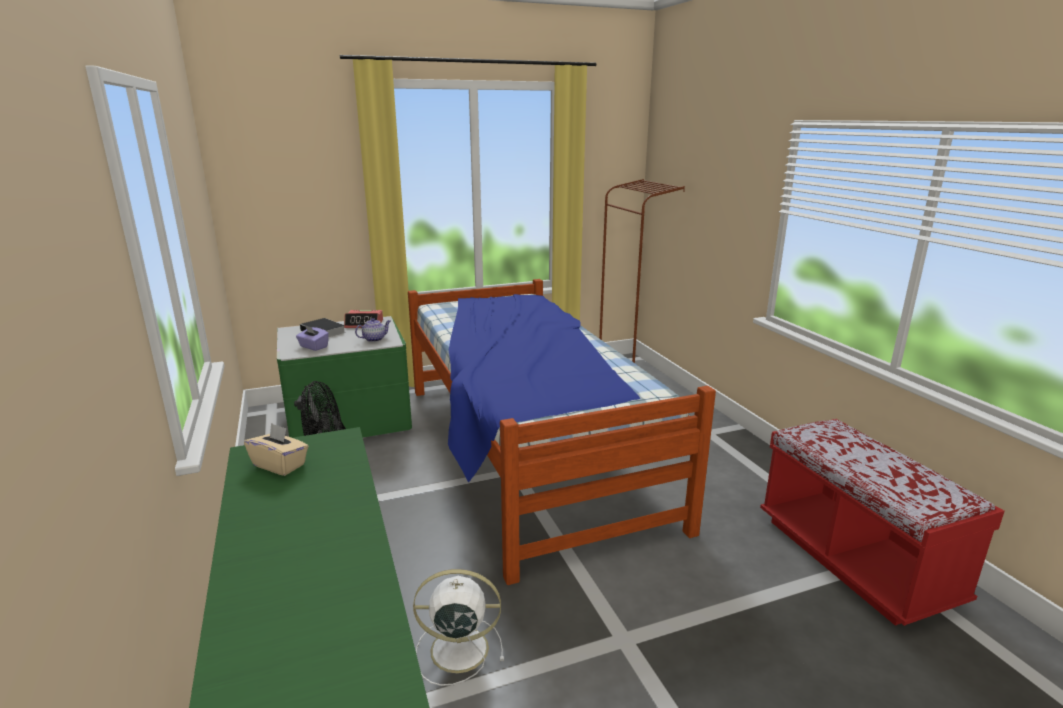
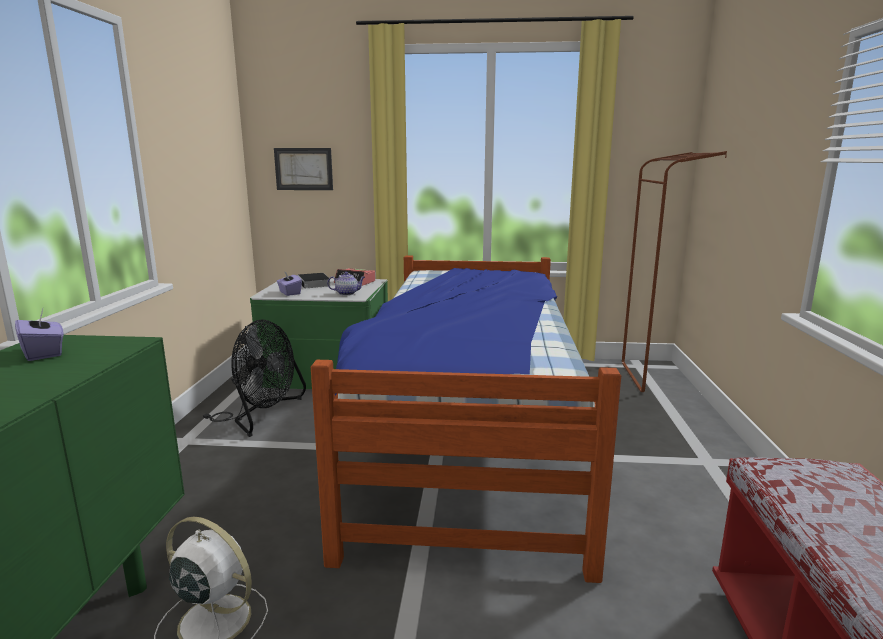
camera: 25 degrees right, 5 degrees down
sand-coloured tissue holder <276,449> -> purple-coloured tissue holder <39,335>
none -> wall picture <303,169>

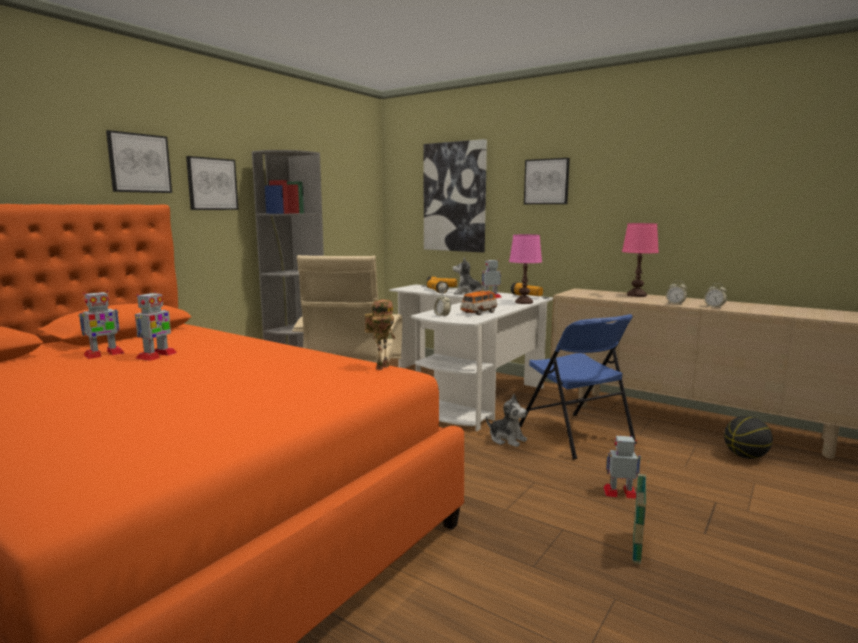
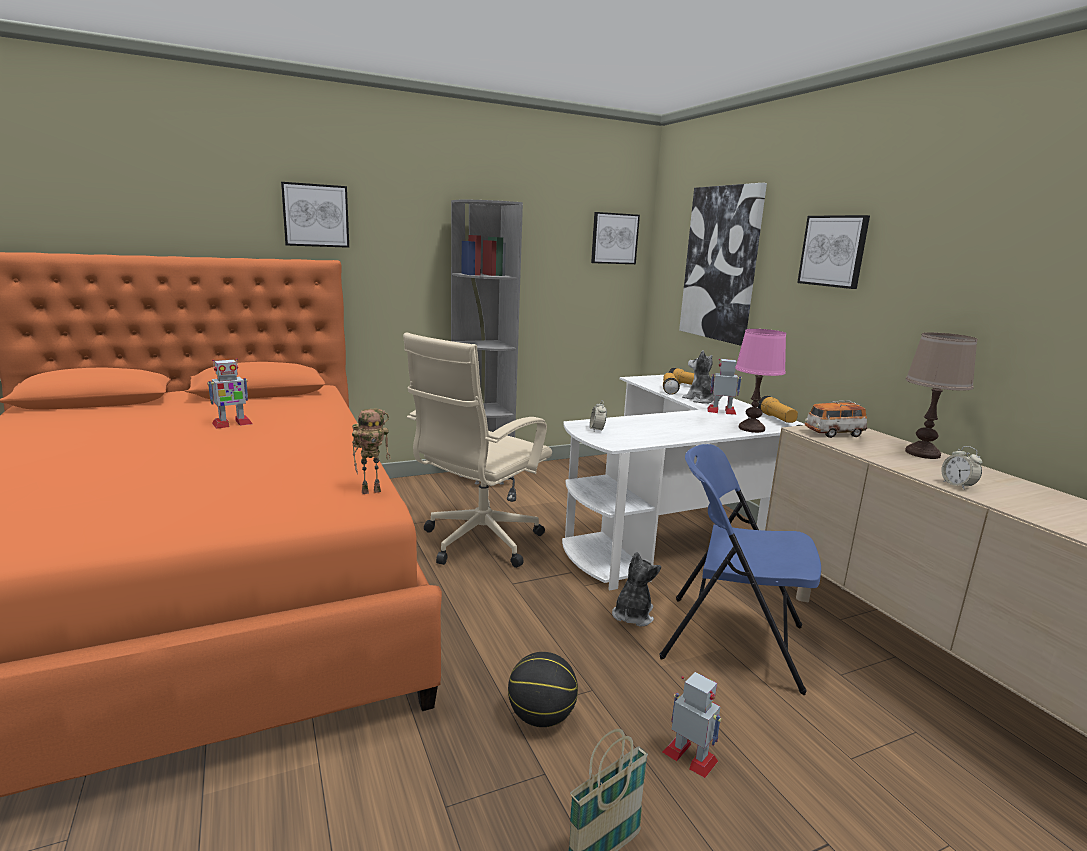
camera: 30 degrees right, 5 degrees up
toy robot <101,324> -> none
wall picture <212,183> -> wall picture <615,238>, relocated
model car <478,302> -> model car <836,419>, relocated
cuddly toy <506,420> -> cuddly toy <636,589>, 135 degrees counterclockwise
blue-coloured upright chair <578,387> -> blue-coloured upright chair <740,569>, 105 degrees clockwise
pinkish table lamp <640,260> -> brown-coloured table lamp <941,395>
table clock <716,295> -> none
ball for basketball <748,437> -> ball for basketball <543,689>, relocated

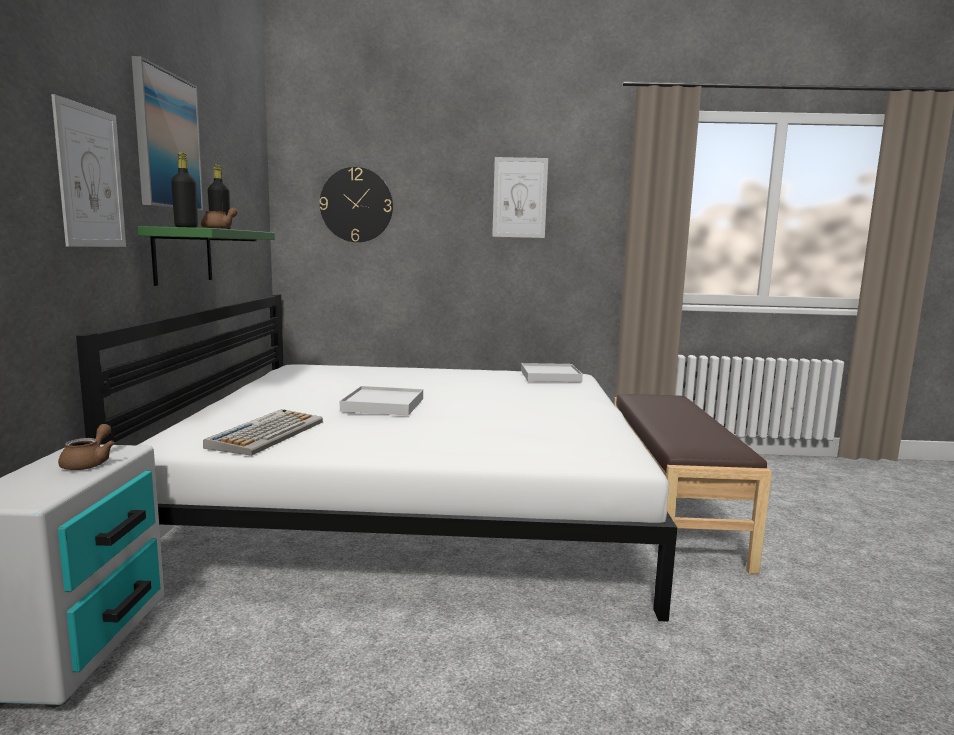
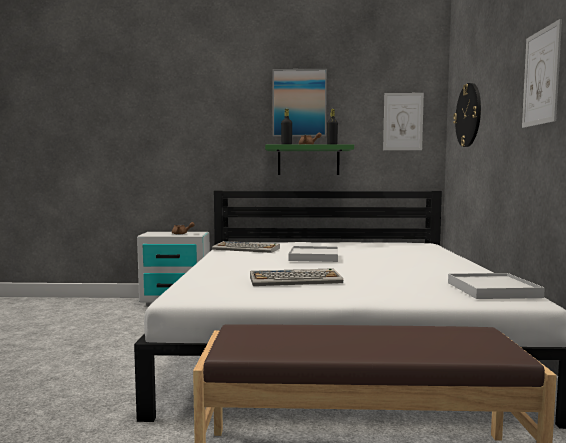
camera: 90 degrees right, 5 degrees down
wall picture <88,170> -> wall picture <403,121>, relocated
none -> computer keyboard <296,277>

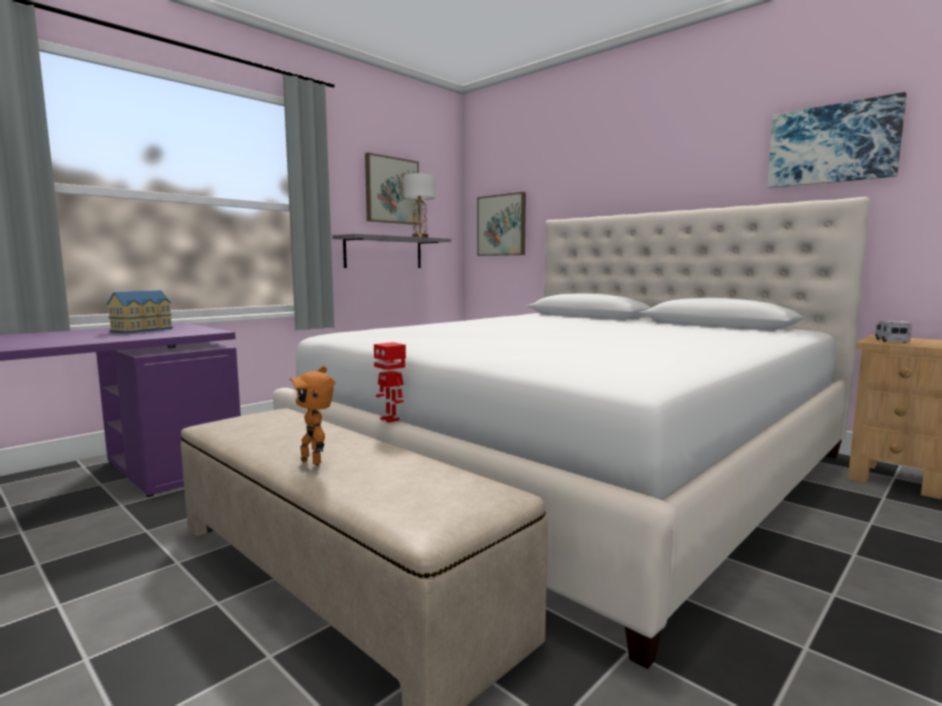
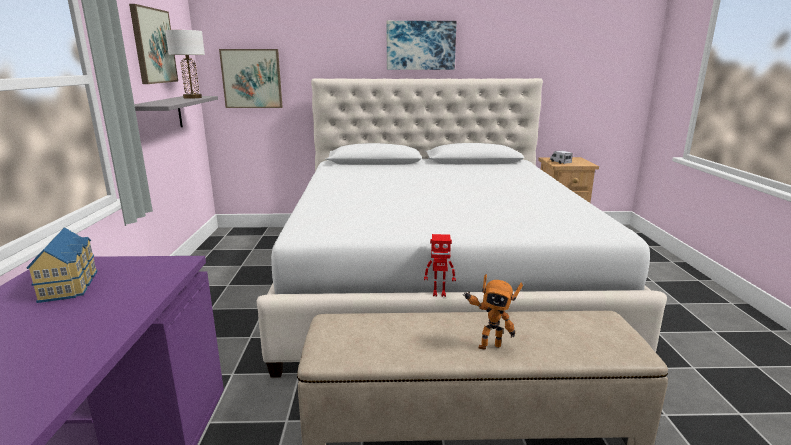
camera: 45 degrees left, 10 degrees up
wall picture <837,140> -> wall picture <422,45>, relocated

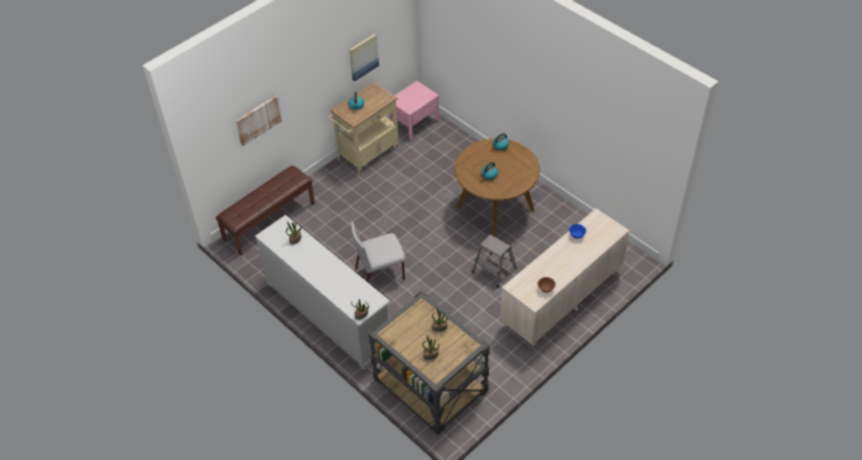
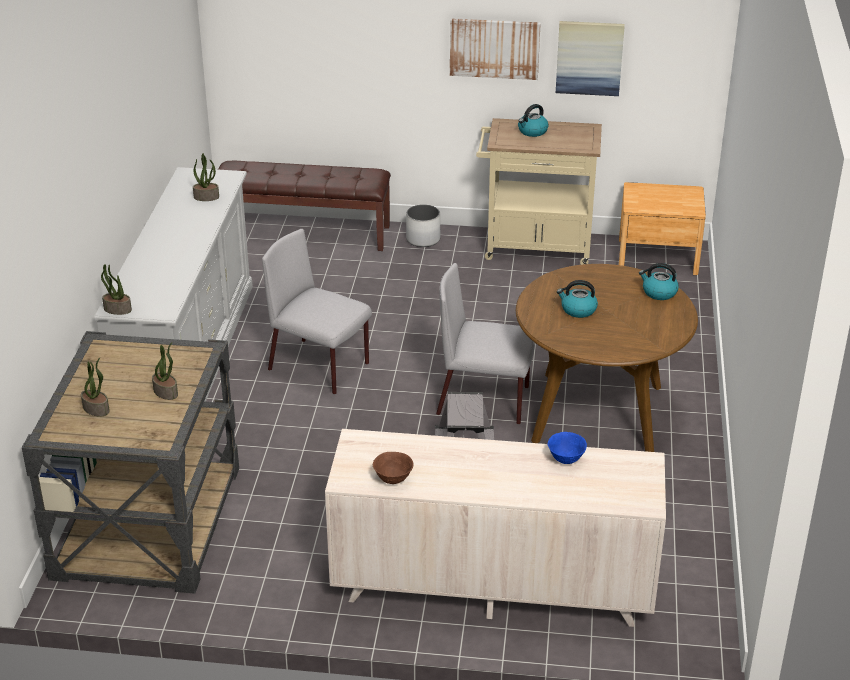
camera: 50 degrees right, 15 degrees down
wall picture <259,120> -> wall picture <495,49>, relocated
pinkish nightstand <414,110> -> brown-coloured nightstand <662,228>
none -> white flower pot <423,225>
none -> gray upright chair <485,344>

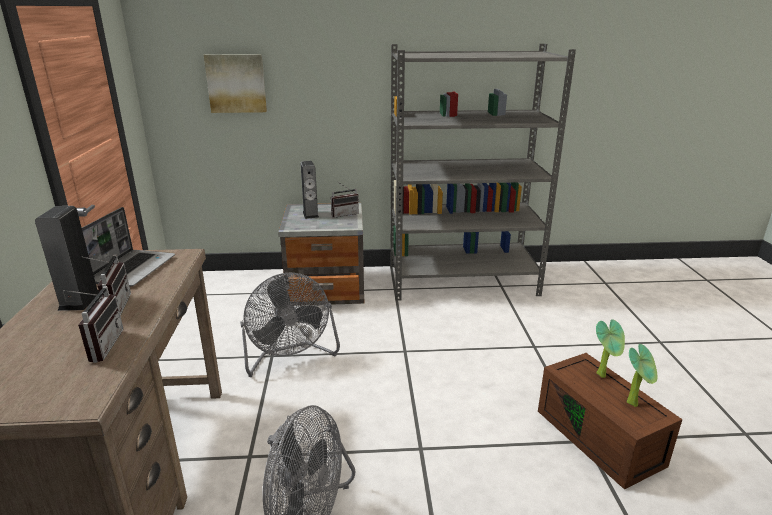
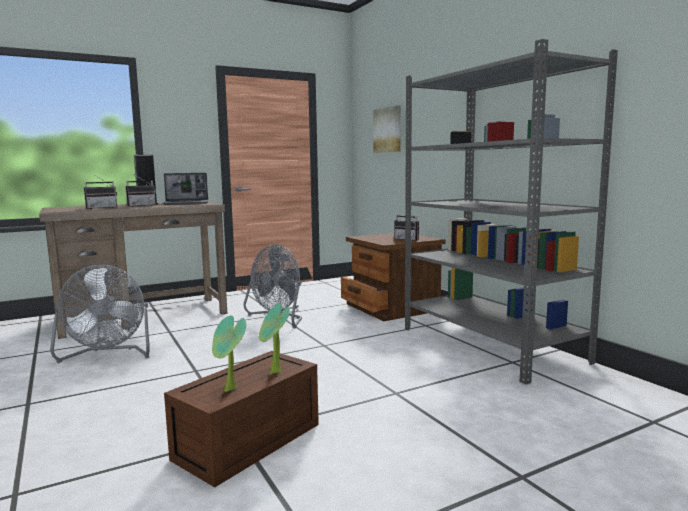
camera: 65 degrees right, 15 degrees down
gray nightstand <321,254> -> brown-coloured nightstand <393,277>
loudspeaker <309,190> -> none

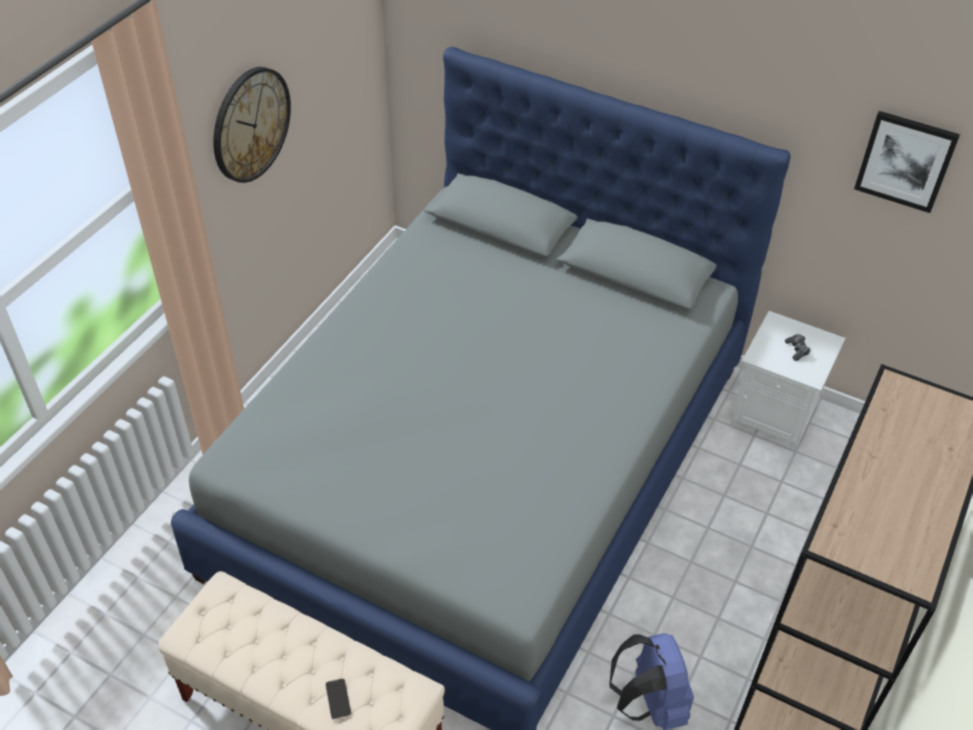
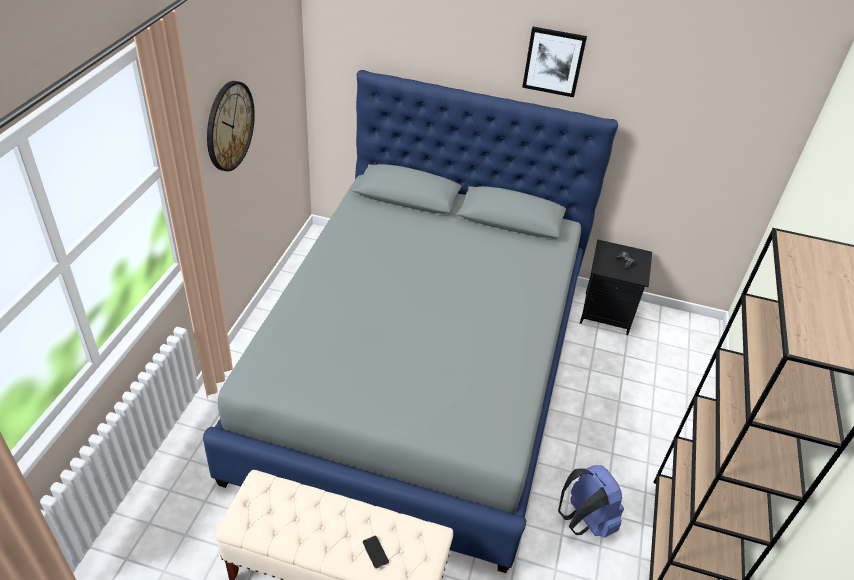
camera: 15 degrees left, 5 degrees down
white nightstand <787,381> -> black nightstand <616,287>
wall picture <907,162> -> wall picture <554,62>, relocated

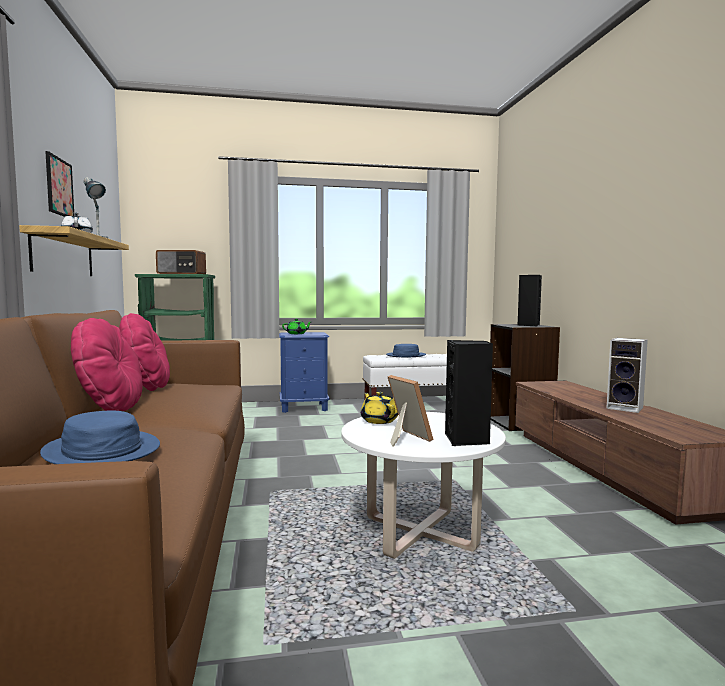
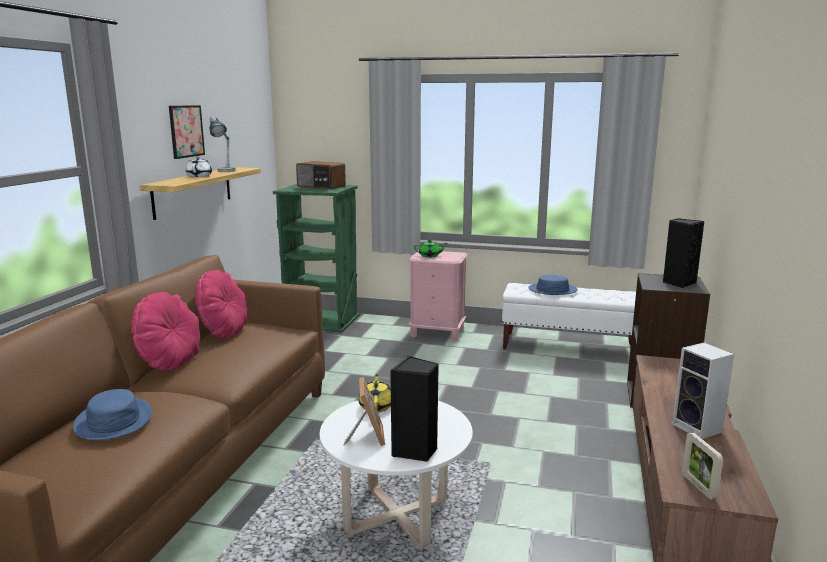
camera: 25 degrees right, 10 degrees up
blue-coloured nightstand <304,372> -> pinkish nightstand <438,296>
none -> standing frame <702,466>

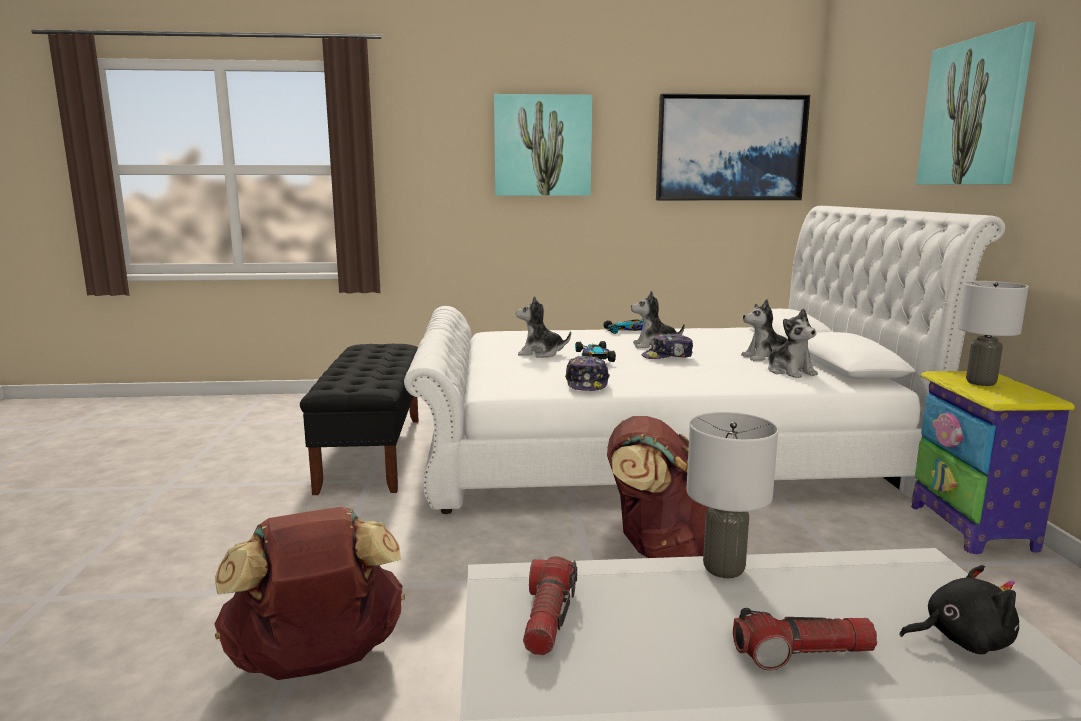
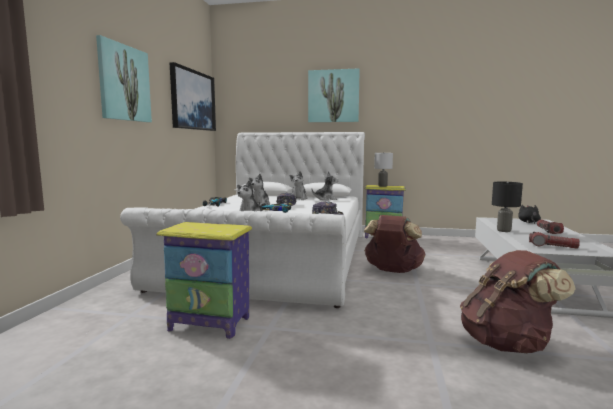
camera: 75 degrees left, 5 degrees down
black indoor bench <359,419> -> nightstand <204,280>
white table lamp <732,495> -> black table lamp <507,207>

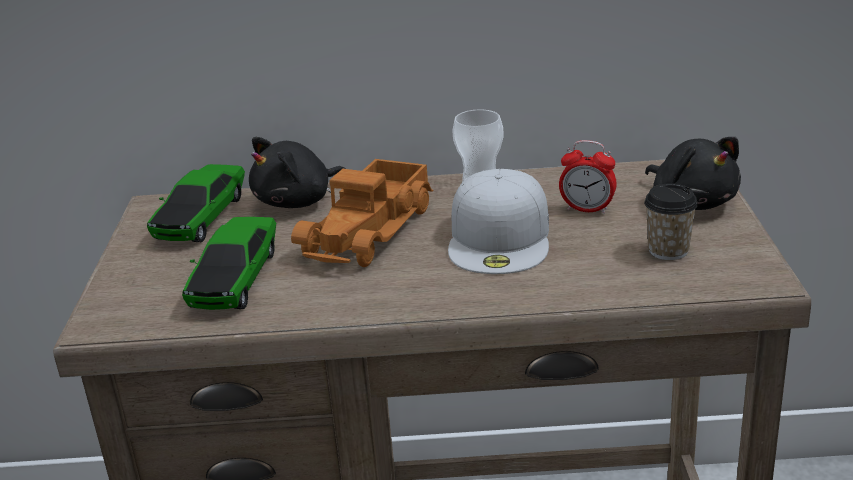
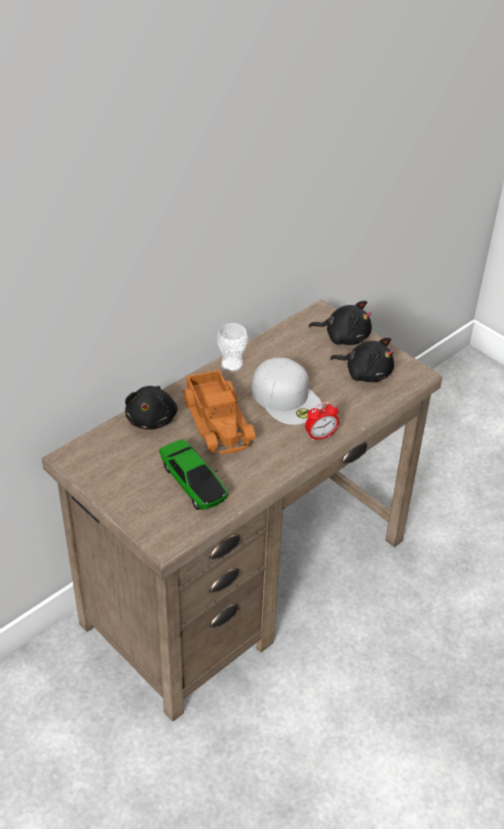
camera: 45 degrees left, 15 degrees up
model car <196,203> -> none
table clock <588,177> -> table clock <322,421>, relocated
cup <671,222> -> black cuddly toy <362,360>

